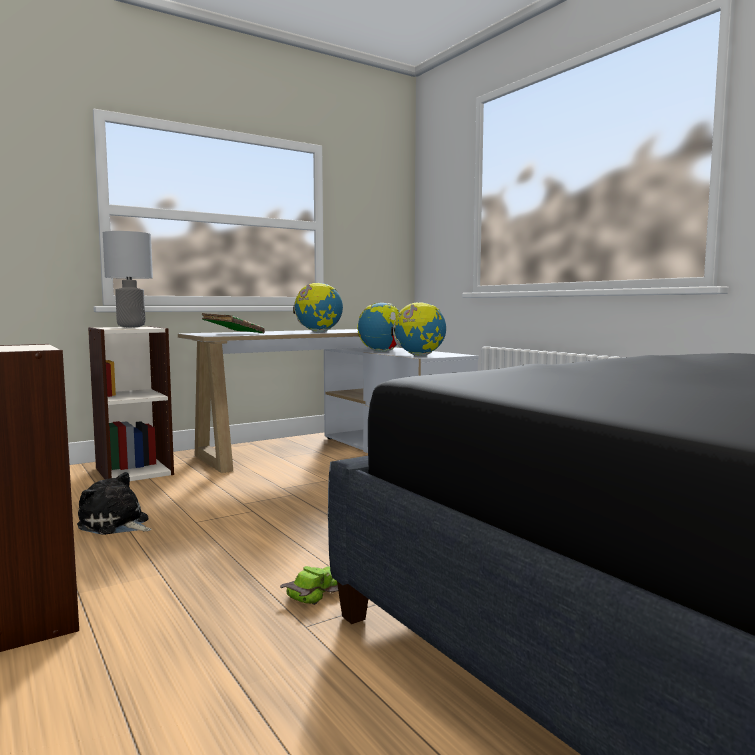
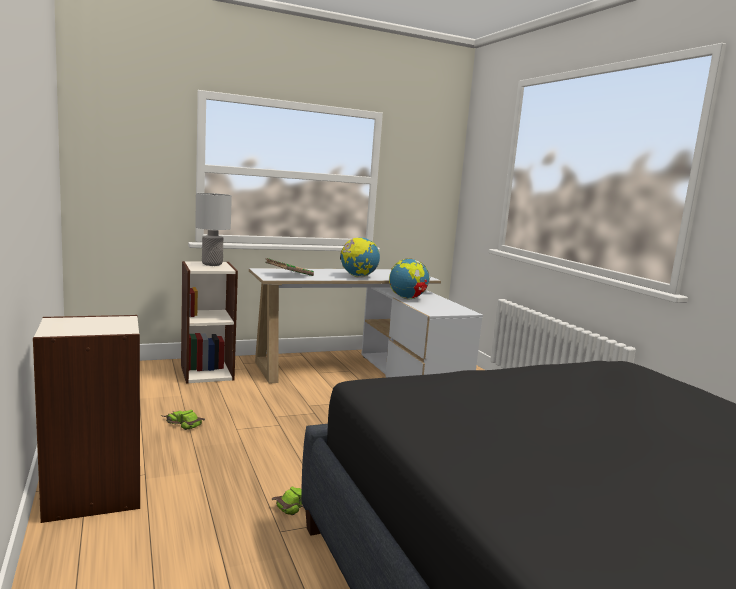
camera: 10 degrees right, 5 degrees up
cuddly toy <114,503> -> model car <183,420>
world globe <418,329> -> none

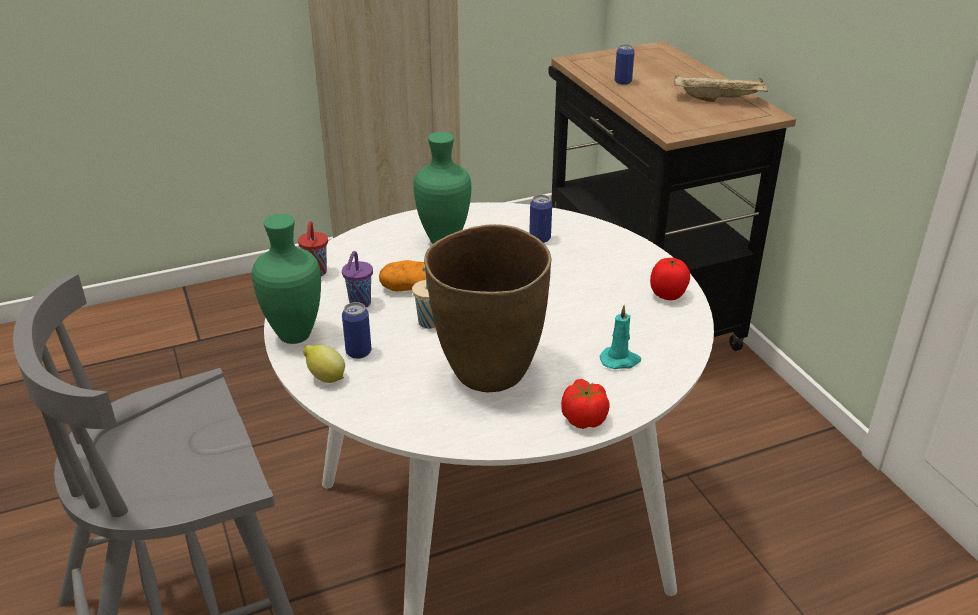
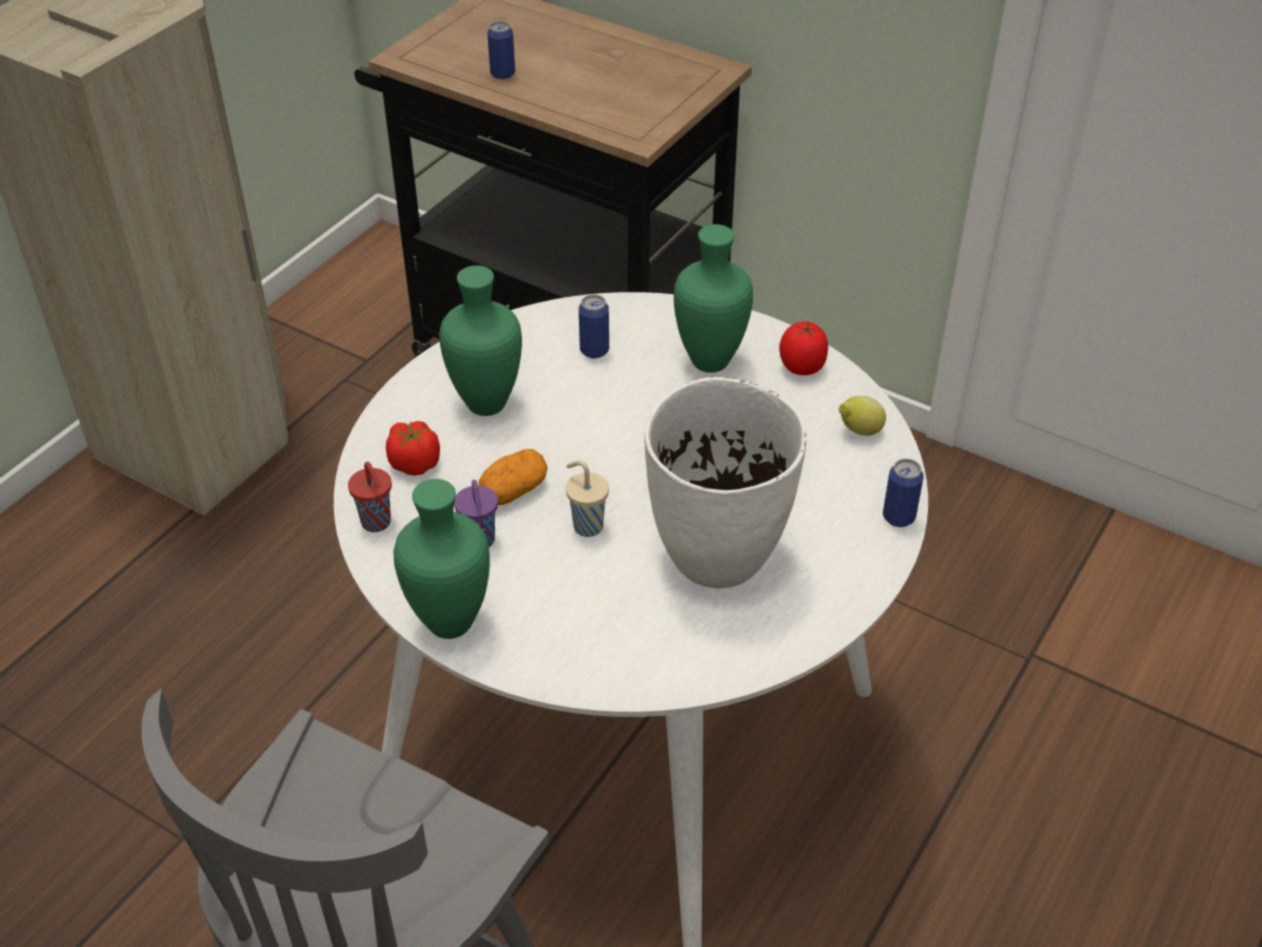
camera: 35 degrees left, 10 degrees up
lemon <324,364> -> lemon <862,416>, relocated
sealed can <356,330> -> sealed can <903,493>, relocated
brown-coloured decorative vase <487,308> -> white decorative vase <725,483>
tomato <585,404> -> tomato <413,448>, relocated
blue-green candle <620,337> -> none
sand-coloured serving tray <721,88> -> none
none -> green decorative vase <713,298>

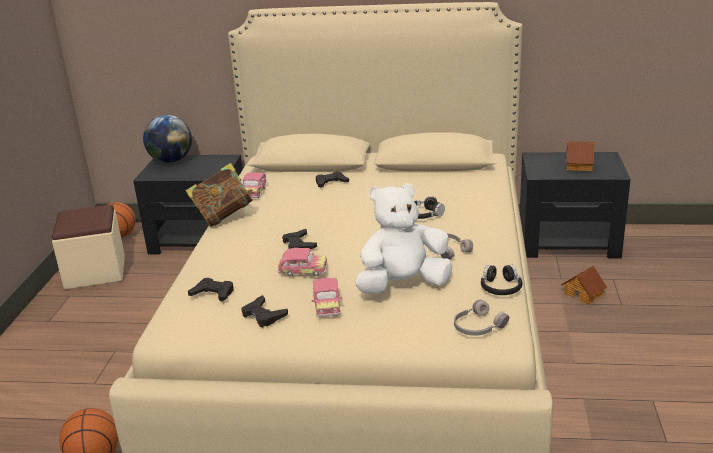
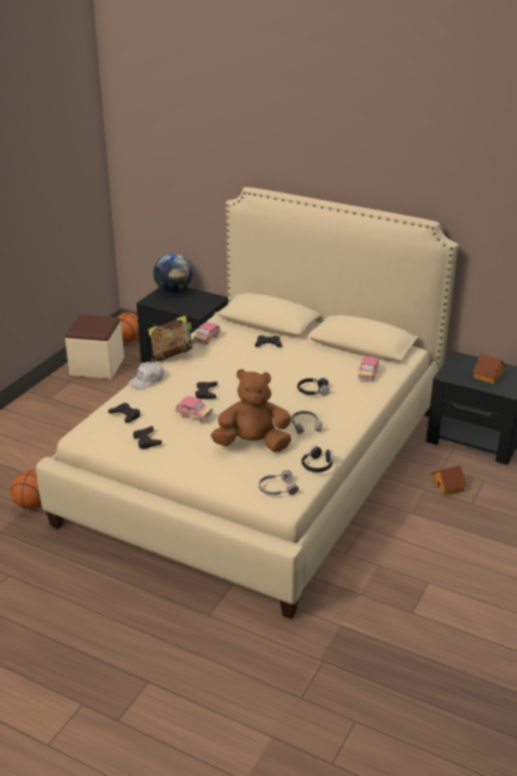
camera: 20 degrees right, 5 degrees up
model car <327,297> -> model car <368,368>, relocated
white cuddly toy <404,238> -> brown-coloured cuddly toy <251,410>
none -> white peaked cap <146,376>

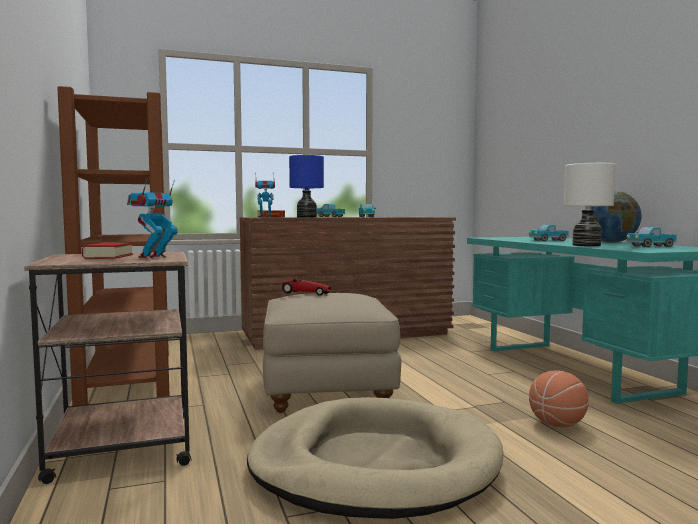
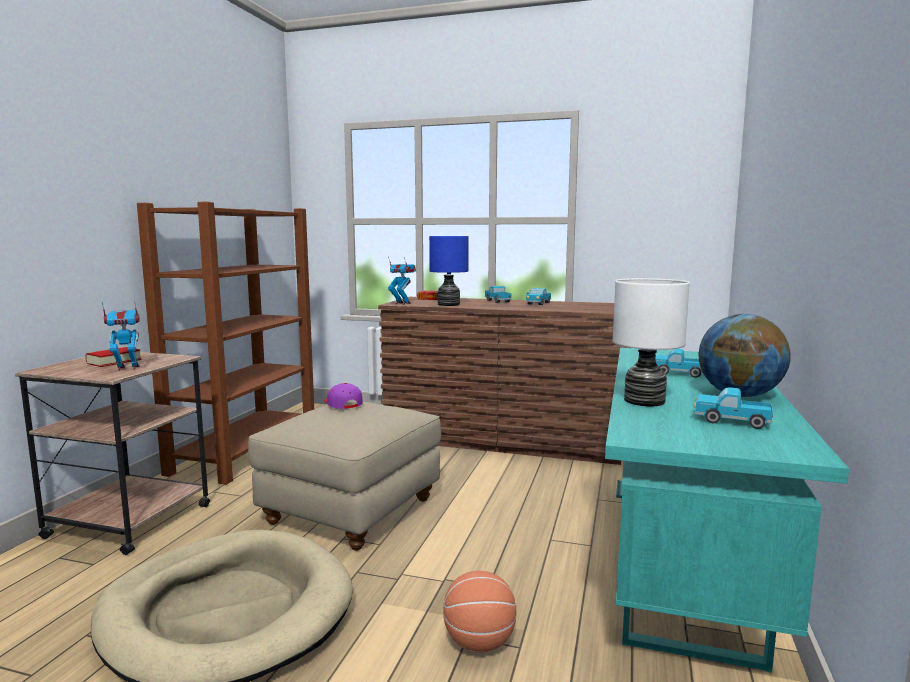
camera: 35 degrees right, 5 degrees up
model car <306,287> -> purple-coloured peaked cap <343,396>

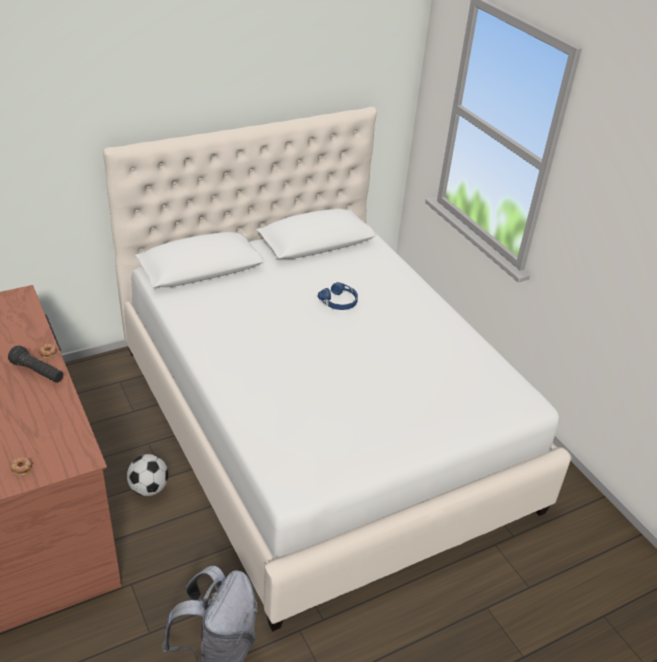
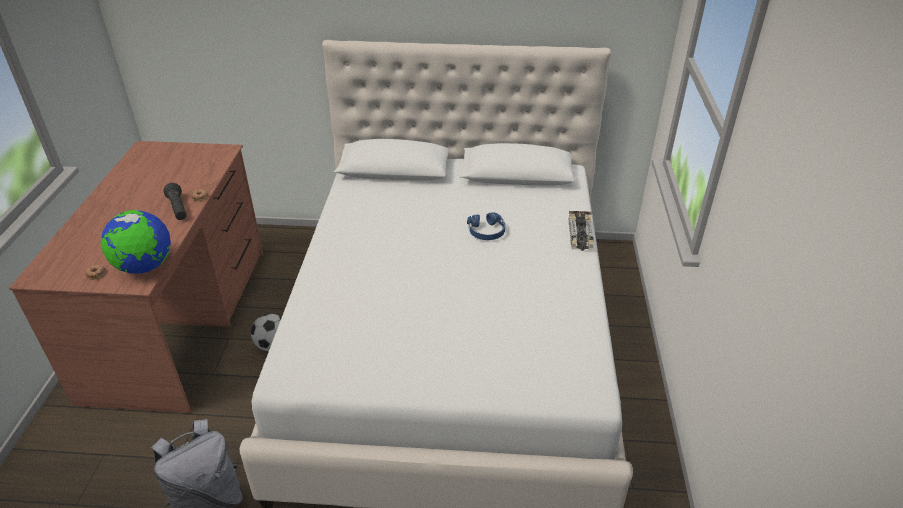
camera: 35 degrees right, 0 degrees up
none -> world globe <136,242>
none -> model car <581,231>

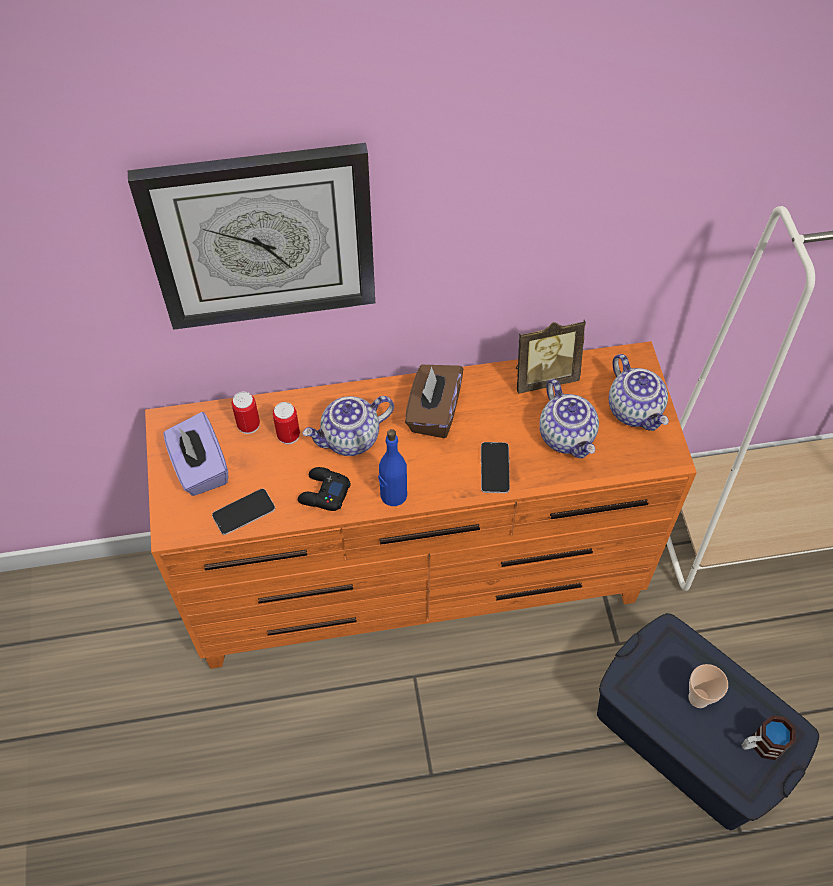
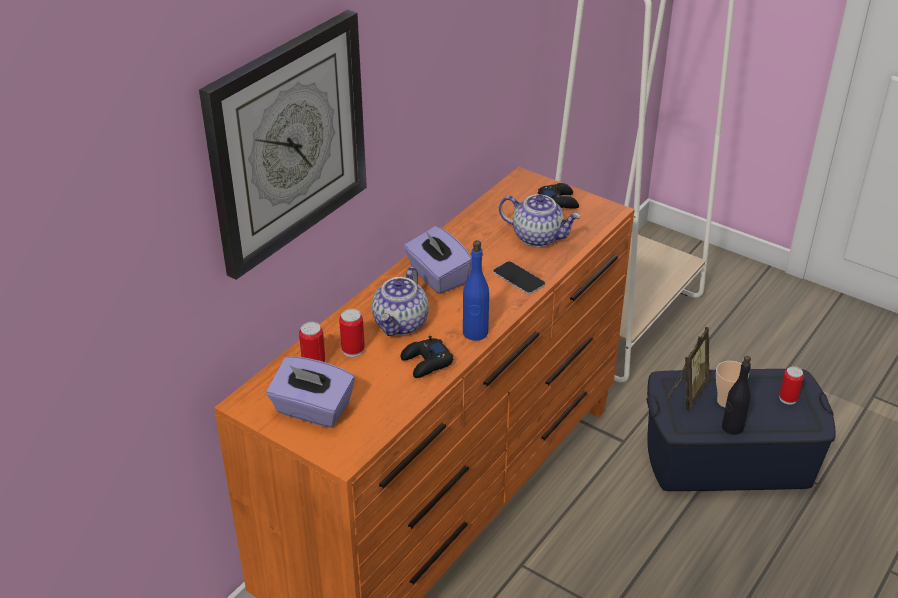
camera: 45 degrees left, 20 degrees down
handset <243,511> -> none
brown-coloured tissue holder <434,401> -> purple-coloured tissue holder <438,260>
standing frame <551,357> -> standing frame <688,369>, relocated
teapot <639,392> -> black gamepad <558,196>
coffee mug <769,737> -> sealed can <791,385>
none -> black drink bottle <736,395>

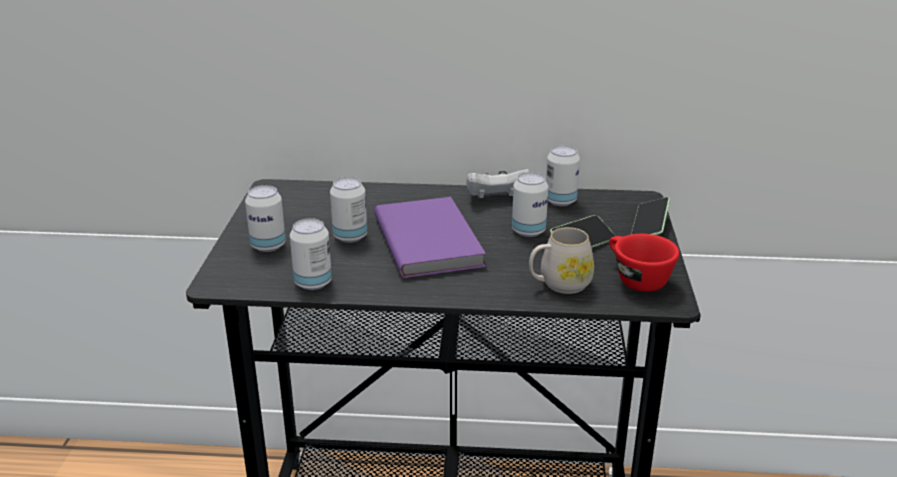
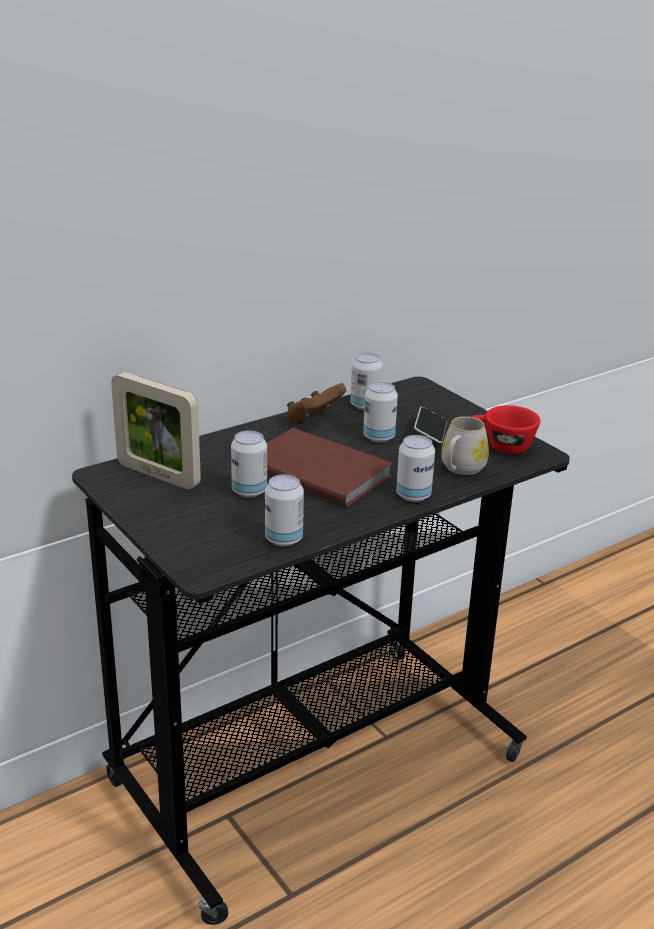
camera: 40 degrees left, 0 degrees up
sealed can <265,218> -> sealed can <415,468>, relocated
purple-coloured bound book <430,237> -> brown-coloured bound book <330,467>
white gamepad <498,184> -> brown-coloured gamepad <316,403>
handset <650,216> -> none
none -> standing frame <156,431>

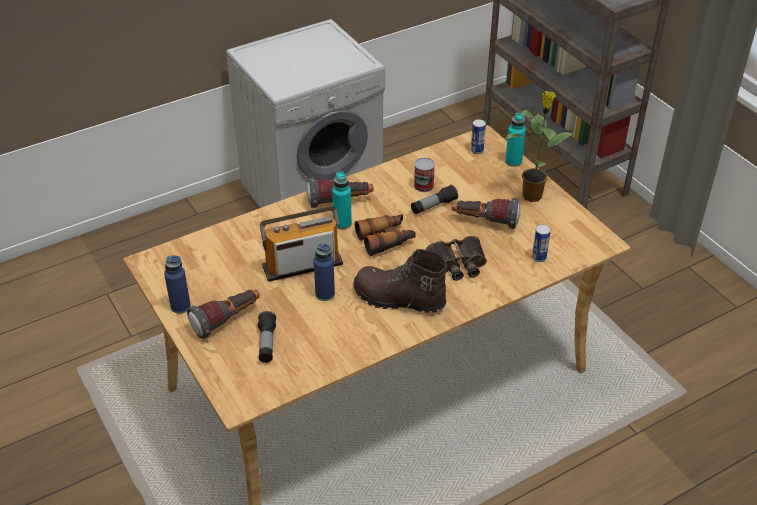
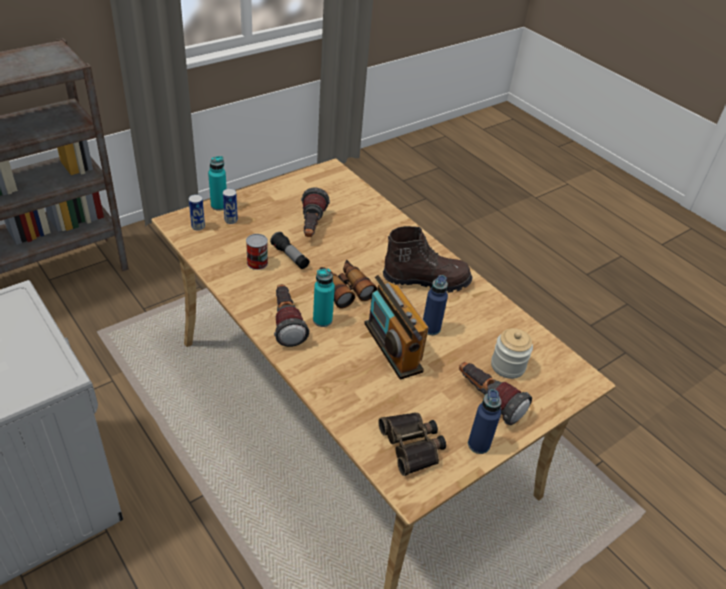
camera: 100 degrees left, 0 degrees up
hand torch <267,337> -> storage jar <512,353>
brown-coloured tall boot <400,281> -> brown-coloured tall boot <428,259>, 105 degrees counterclockwise
field glasses <456,258> -> field glasses <412,444>, relocated
potted plant <541,146> -> none
sealed can <541,243> -> sealed can <230,206>, relocated

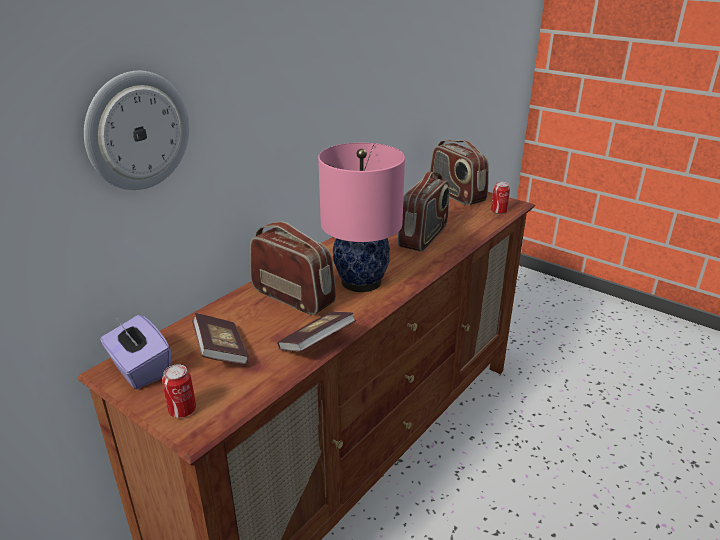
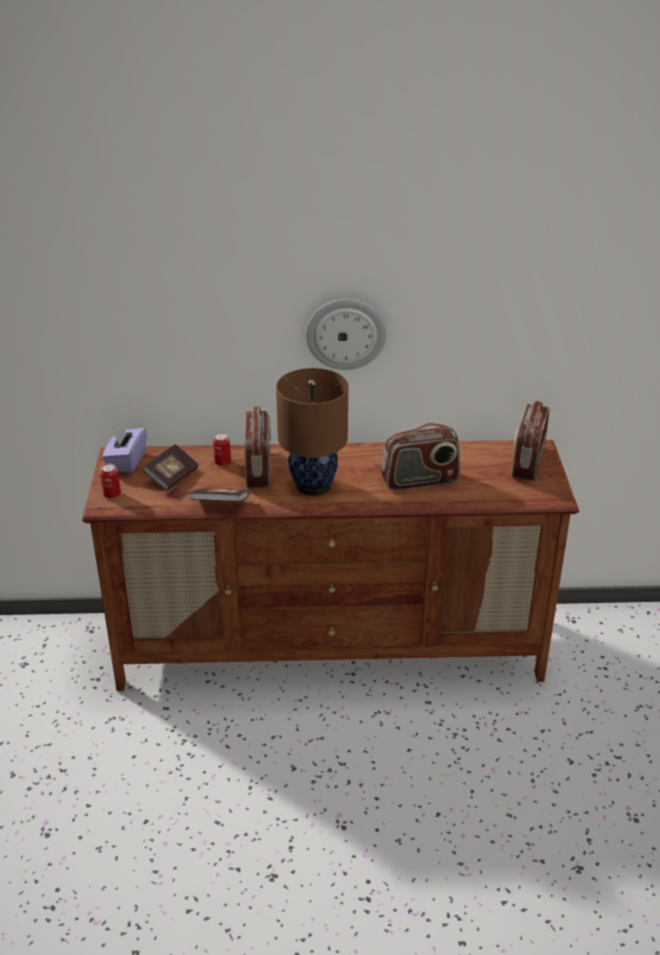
camera: 50 degrees right, 5 degrees up
clock on the wall <136,130> -> clock on the wall <346,334>, relocated
pinkish table lamp <361,217> -> brown-coloured table lamp <312,432>
sealed can <500,198> -> sealed can <222,449>, relocated

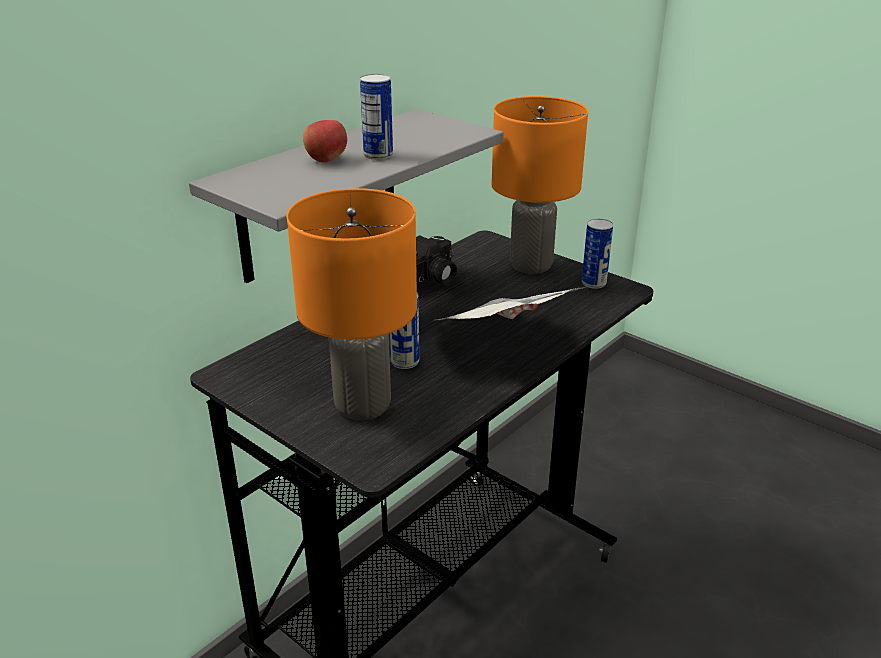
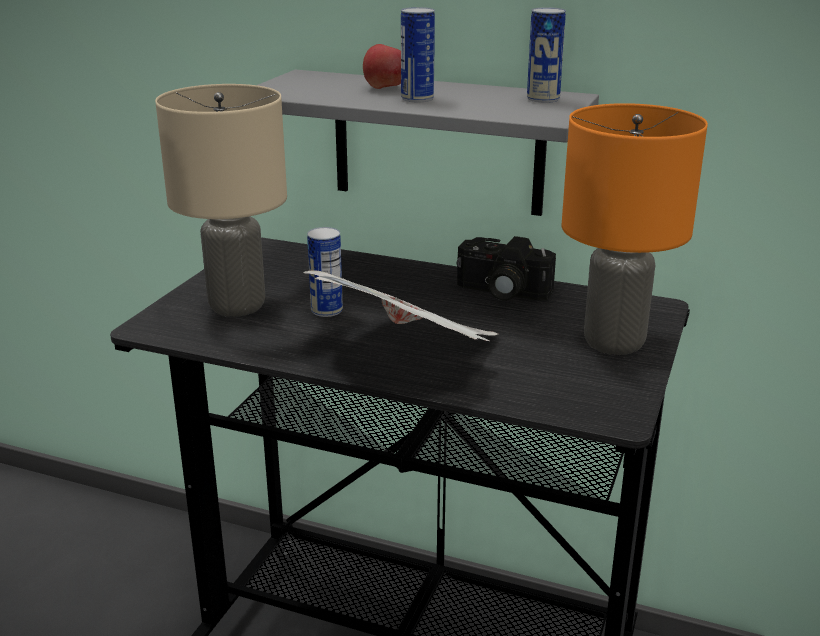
camera: 70 degrees right, 5 degrees down
orange-coloured table lamp <352,304> -> sand-coloured table lamp <221,200>
sealed can <597,254> -> sealed can <546,55>, relocated

